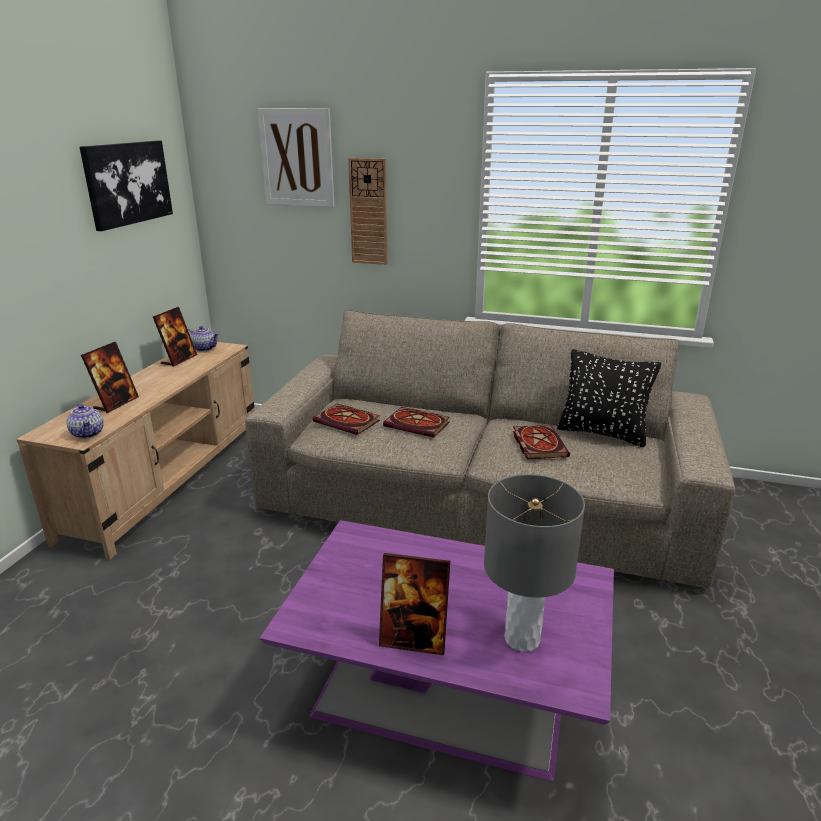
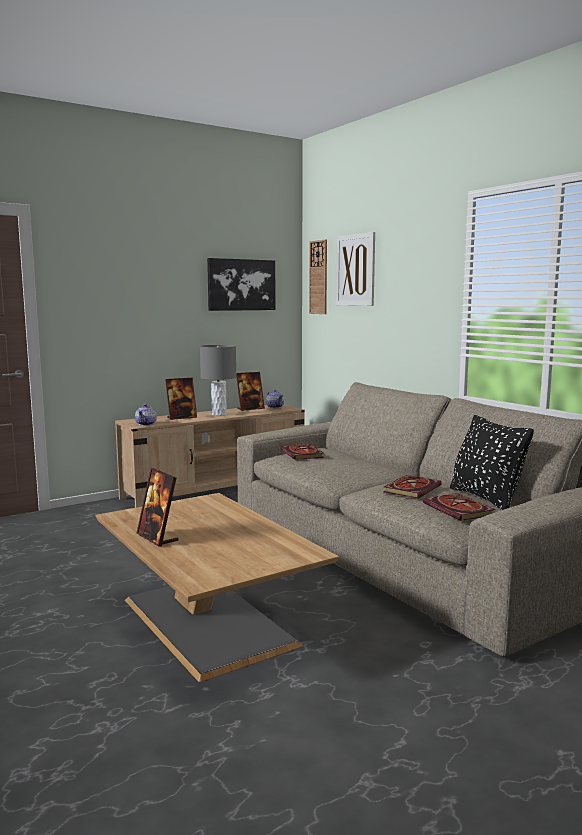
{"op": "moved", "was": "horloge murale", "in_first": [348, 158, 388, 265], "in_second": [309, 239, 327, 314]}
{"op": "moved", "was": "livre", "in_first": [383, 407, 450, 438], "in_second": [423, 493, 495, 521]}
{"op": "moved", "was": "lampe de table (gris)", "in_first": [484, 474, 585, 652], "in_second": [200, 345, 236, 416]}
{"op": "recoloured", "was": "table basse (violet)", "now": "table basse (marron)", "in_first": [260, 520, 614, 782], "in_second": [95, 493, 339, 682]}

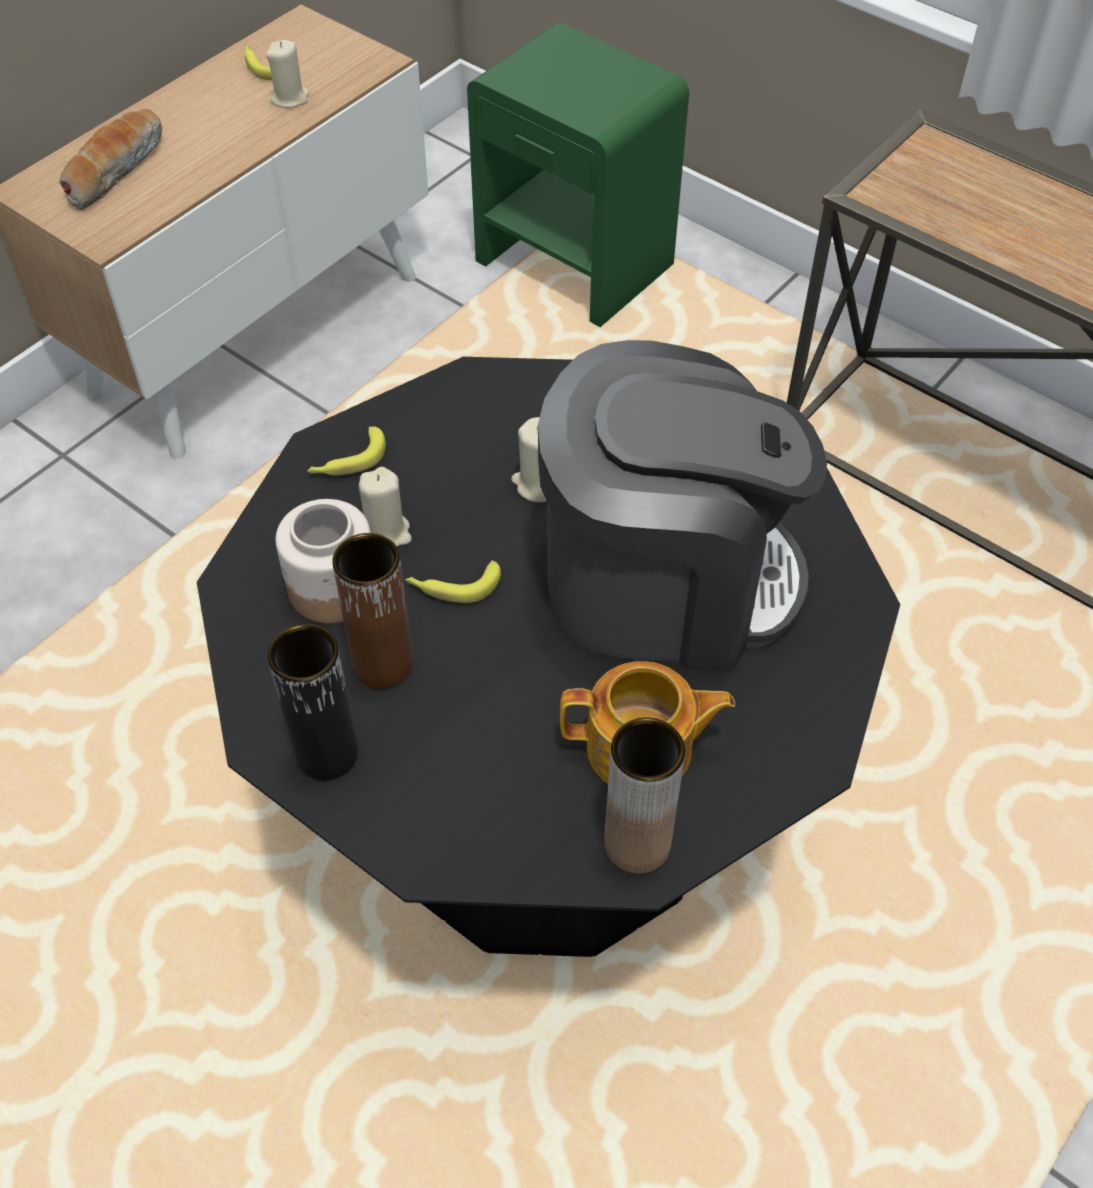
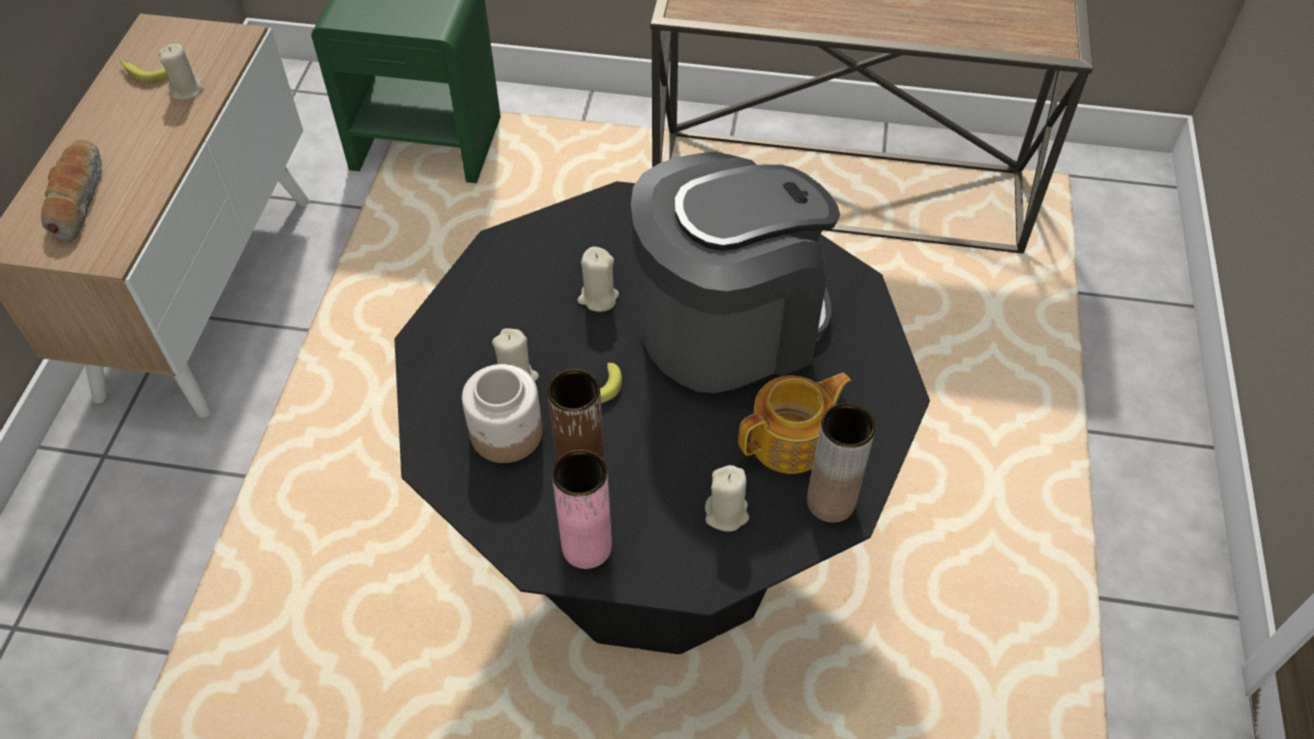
{"op": "removed", "was": "banane", "in_first": [307, 426, 386, 475]}
{"op": "added", "now": "bougie (beige)", "in_second": [705, 465, 749, 532]}
{"op": "recoloured", "was": "vase (noir)", "now": "vase (rose)", "in_first": [268, 624, 359, 780], "in_second": [552, 450, 612, 569]}

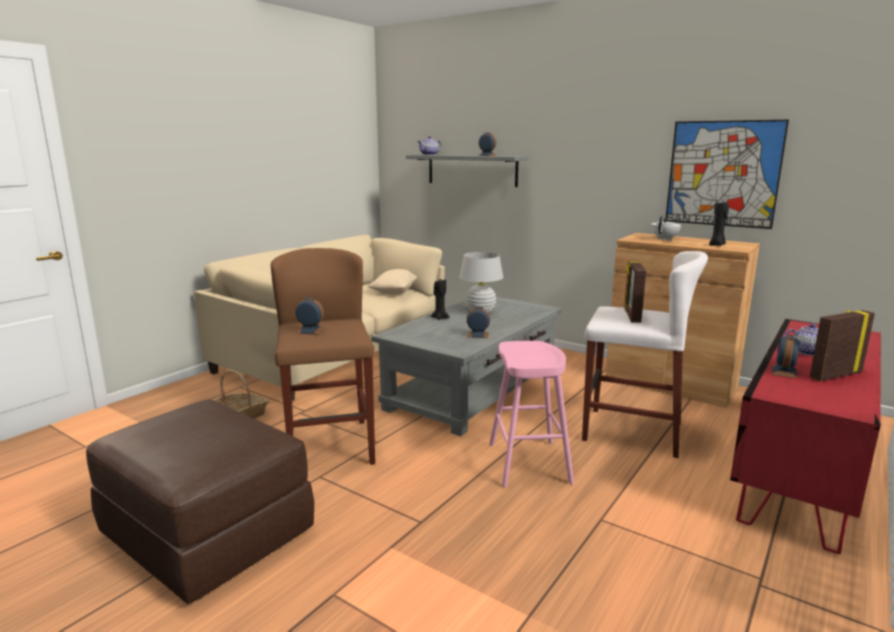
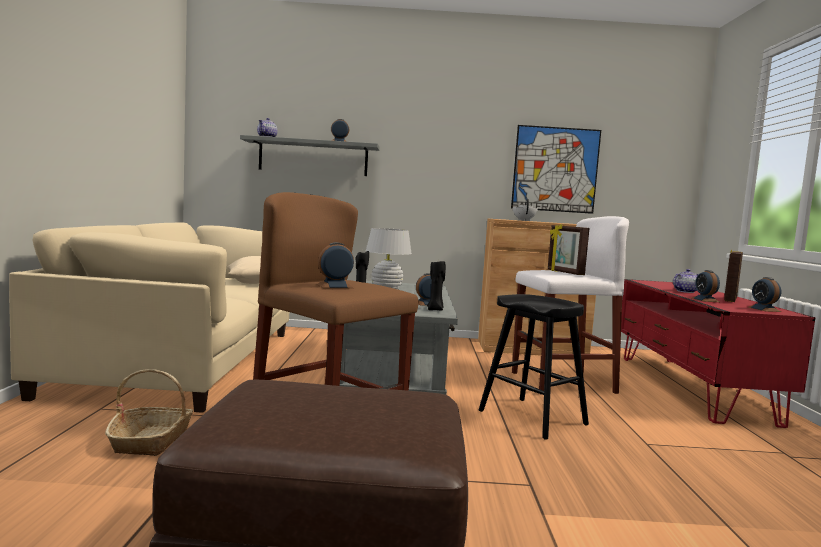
{"op": "added", "now": "réveil", "in_second": [748, 277, 781, 312]}
{"op": "moved", "was": "bougie (noir)", "in_first": [709, 201, 729, 246], "in_second": [427, 260, 446, 311]}
{"op": "recoloured", "was": "tabouret (rose)", "now": "tabouret (noir)", "in_first": [489, 341, 574, 488], "in_second": [479, 294, 589, 440]}

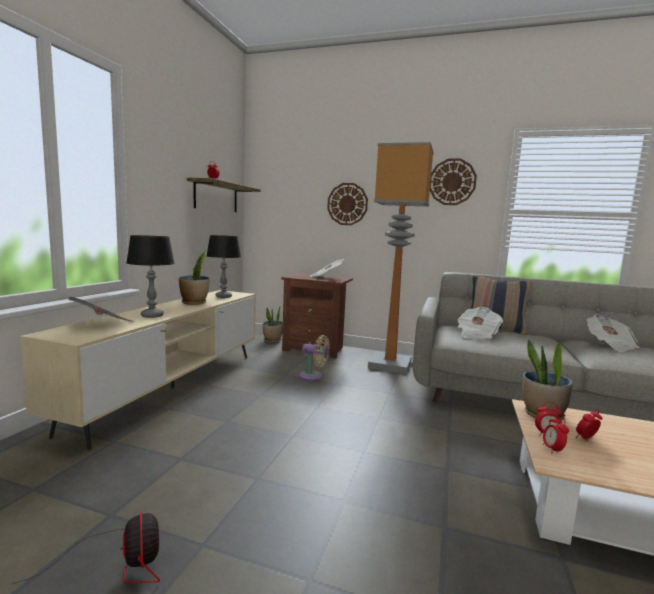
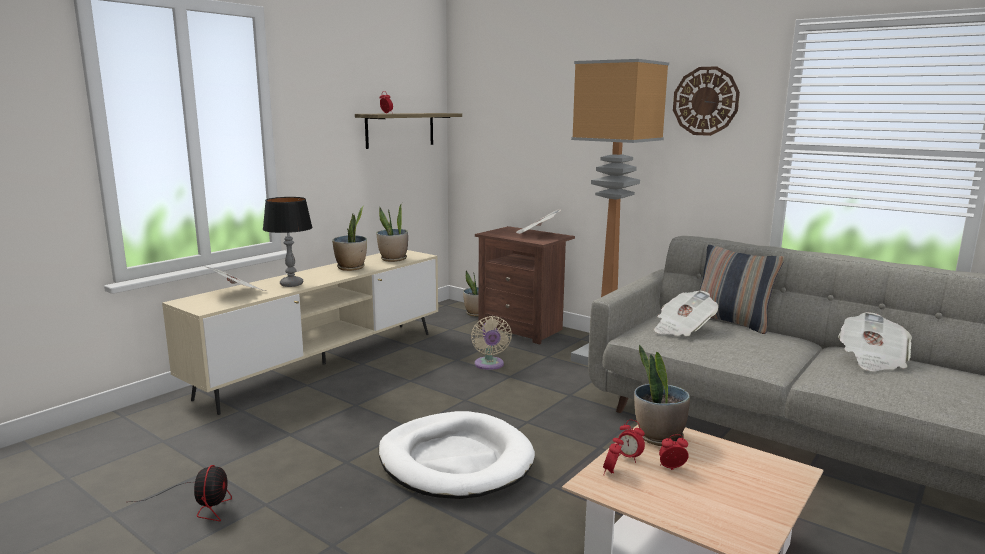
{"op": "removed", "was": "horloge murale", "in_first": [327, 183, 368, 225]}
{"op": "added", "now": "panier pour chien (blanc)", "in_second": [379, 411, 535, 499]}
{"op": "replaced", "was": "lampe de table", "now": "plante en pot", "in_first": [207, 235, 241, 298], "in_second": [376, 203, 408, 262]}
{"op": "turned", "was": "ventilateur (beige)", "in_first": [299, 335, 329, 381], "in_second": [471, 316, 512, 370], "clockwise": 45}

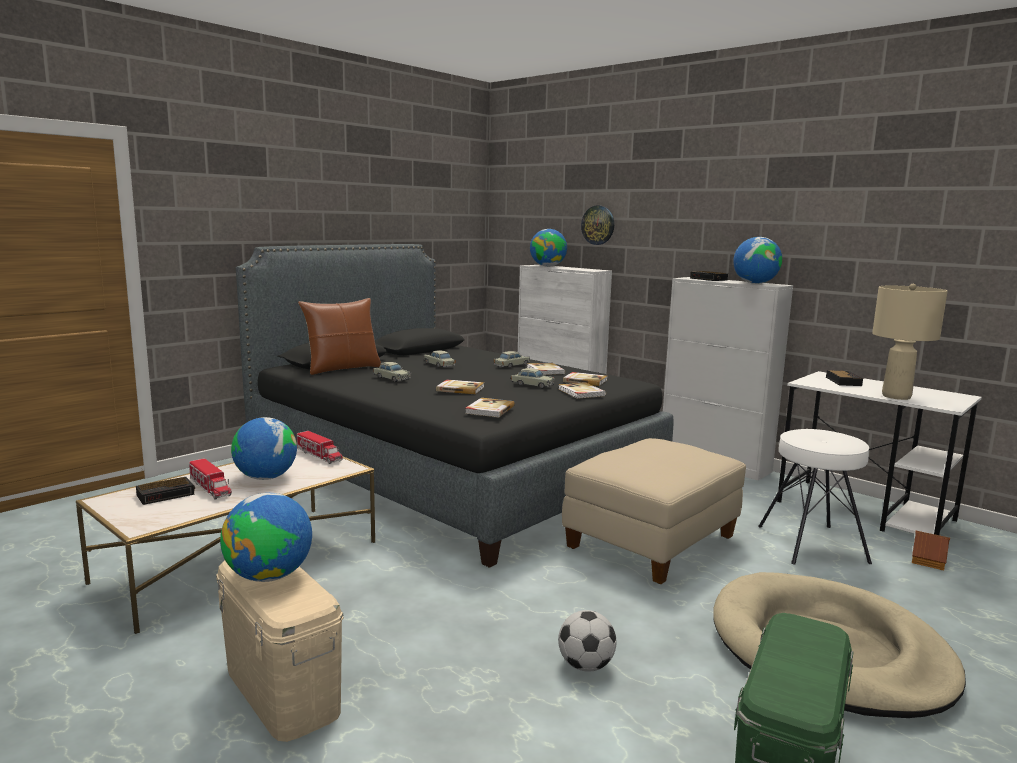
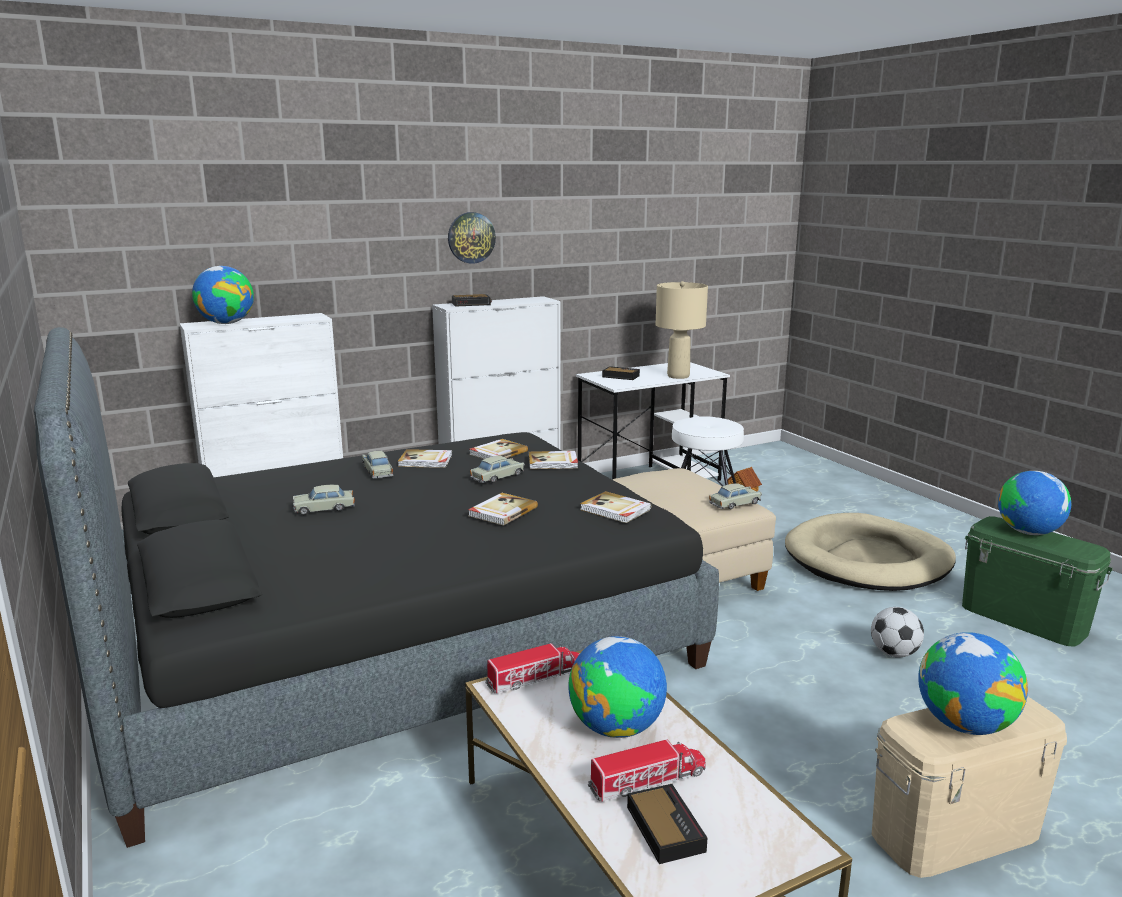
{"op": "removed", "was": "coussin (marron)", "in_first": [298, 298, 381, 375]}
{"op": "moved", "was": "petite voiture (beige)", "in_first": [373, 362, 411, 382], "in_second": [709, 483, 762, 509]}
{"op": "moved", "was": "horloge murale", "in_first": [581, 205, 614, 245], "in_second": [448, 212, 496, 264]}
{"op": "moved", "was": "globe", "in_first": [733, 237, 782, 284], "in_second": [998, 471, 1071, 535]}

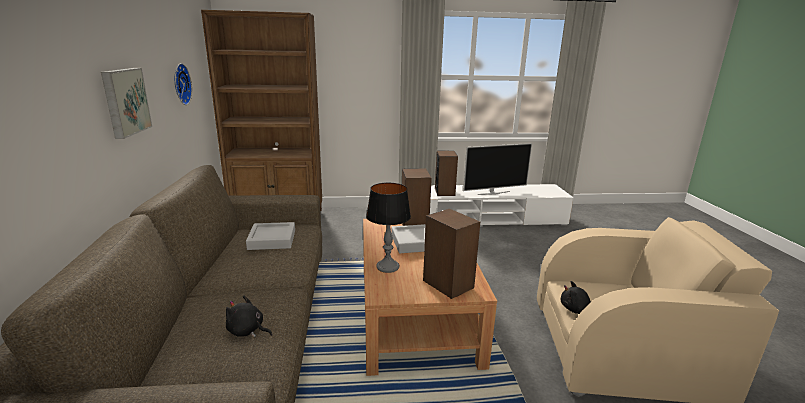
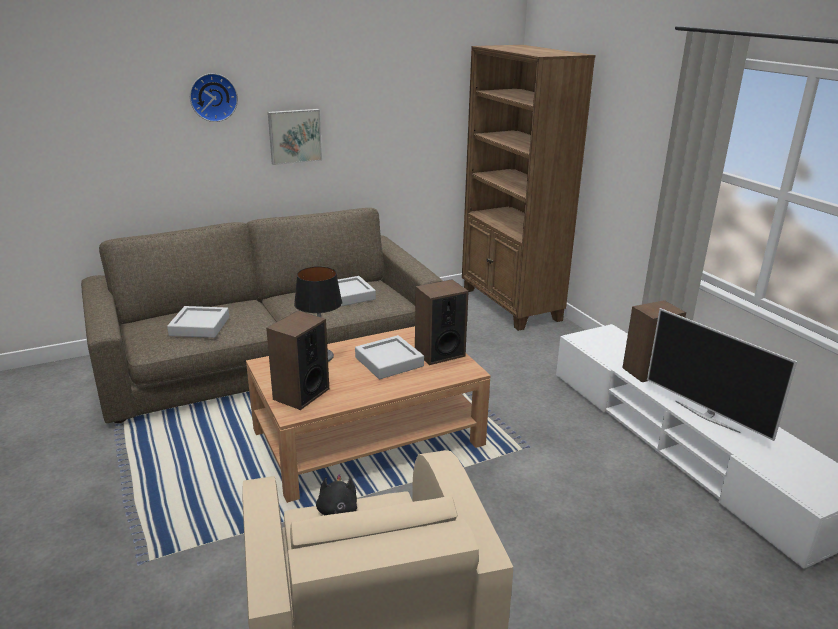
{"op": "moved", "was": "horloge murale", "in_first": [175, 63, 192, 105], "in_second": [190, 73, 238, 122]}
{"op": "replaced", "was": "peluche (noir)", "now": "plateau (gris)", "in_first": [226, 295, 272, 337], "in_second": [167, 306, 229, 338]}

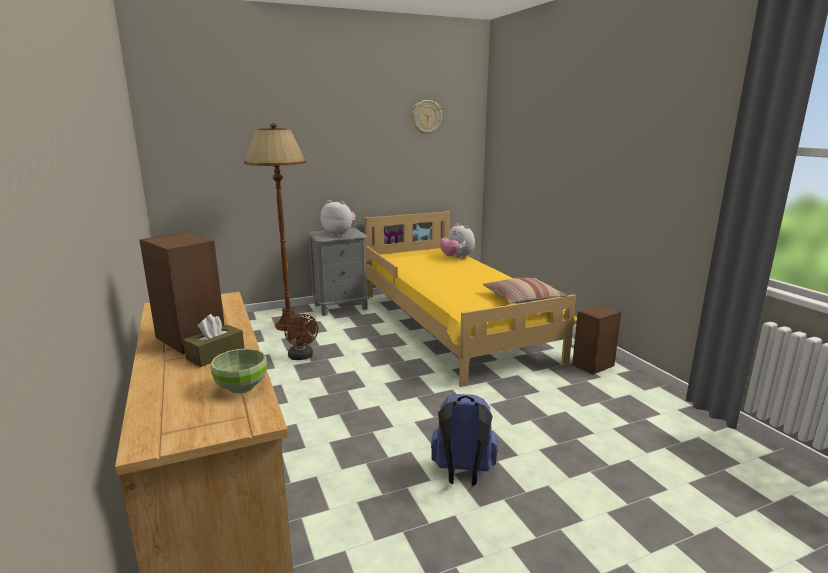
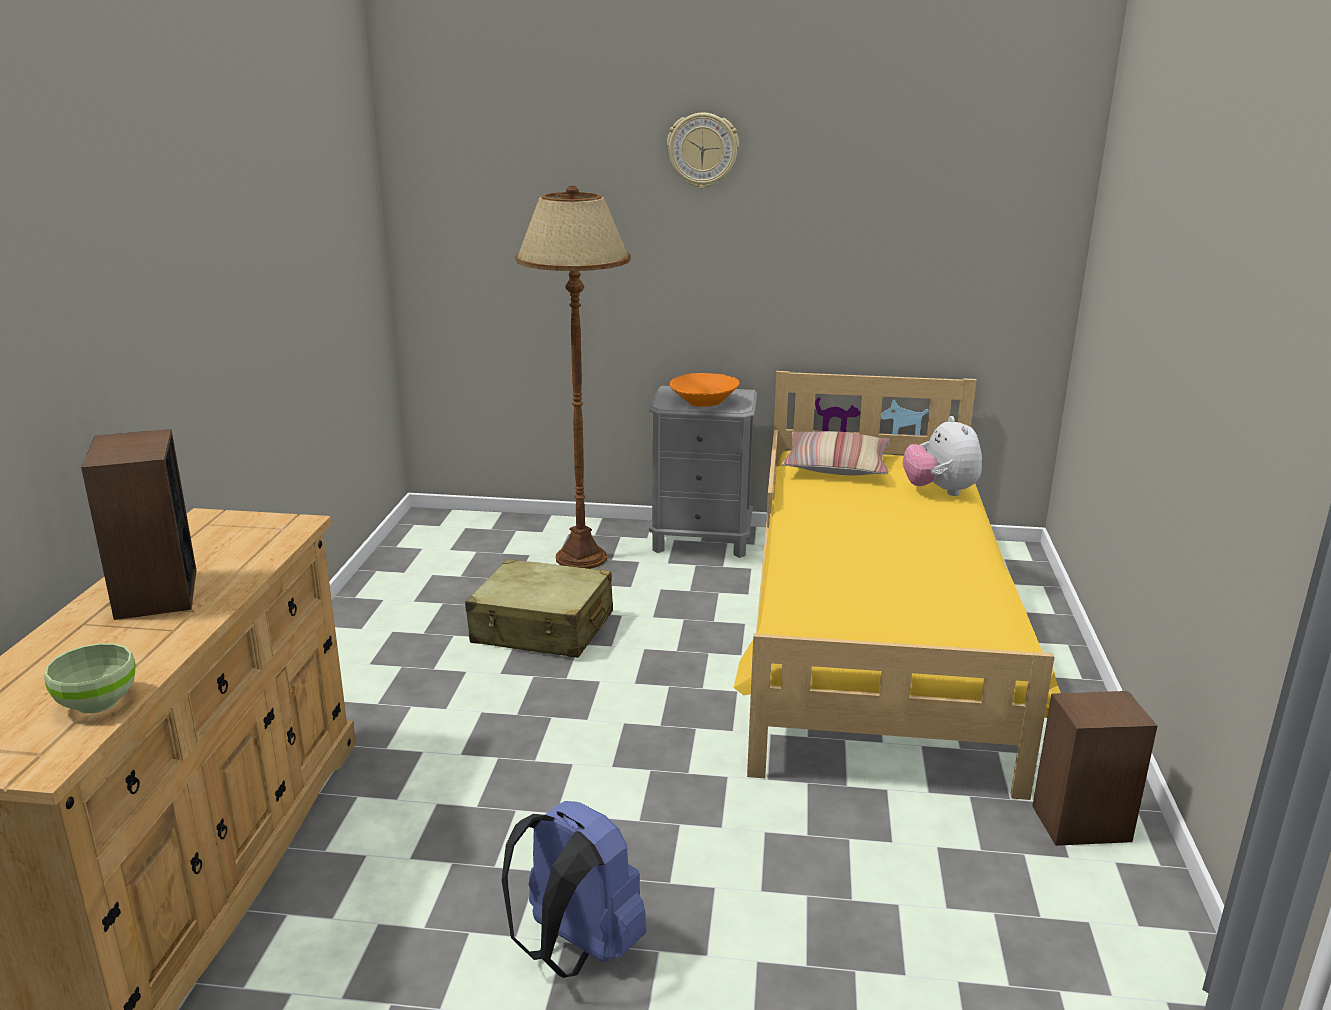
{"op": "removed", "was": "boîte à mouchoirs (marron)", "in_first": [183, 314, 245, 367]}
{"op": "moved", "was": "horloge murale", "in_first": [412, 100, 442, 135], "in_second": [667, 113, 739, 188]}
{"op": "moved", "was": "coussin", "in_first": [483, 278, 567, 304], "in_second": [781, 431, 890, 476]}
{"op": "replaced", "was": "ventilateur (marron)", "now": "valise (beige)", "in_first": [285, 314, 318, 360], "in_second": [465, 559, 613, 658]}
{"op": "replaced", "was": "peluche", "now": "bol (orange)", "in_first": [320, 200, 356, 237], "in_second": [670, 373, 740, 407]}

